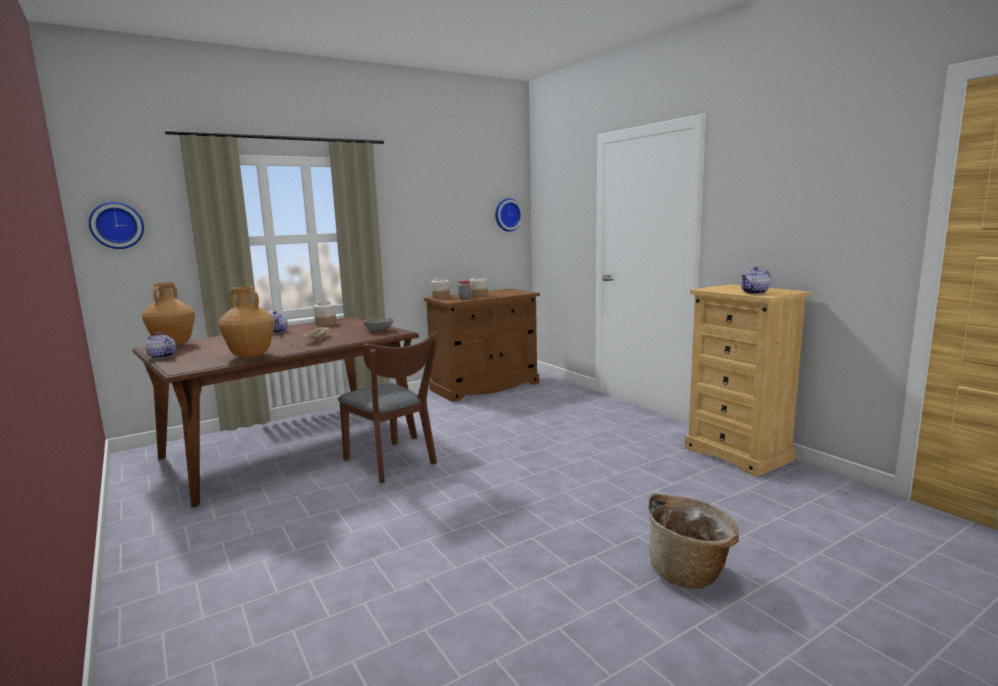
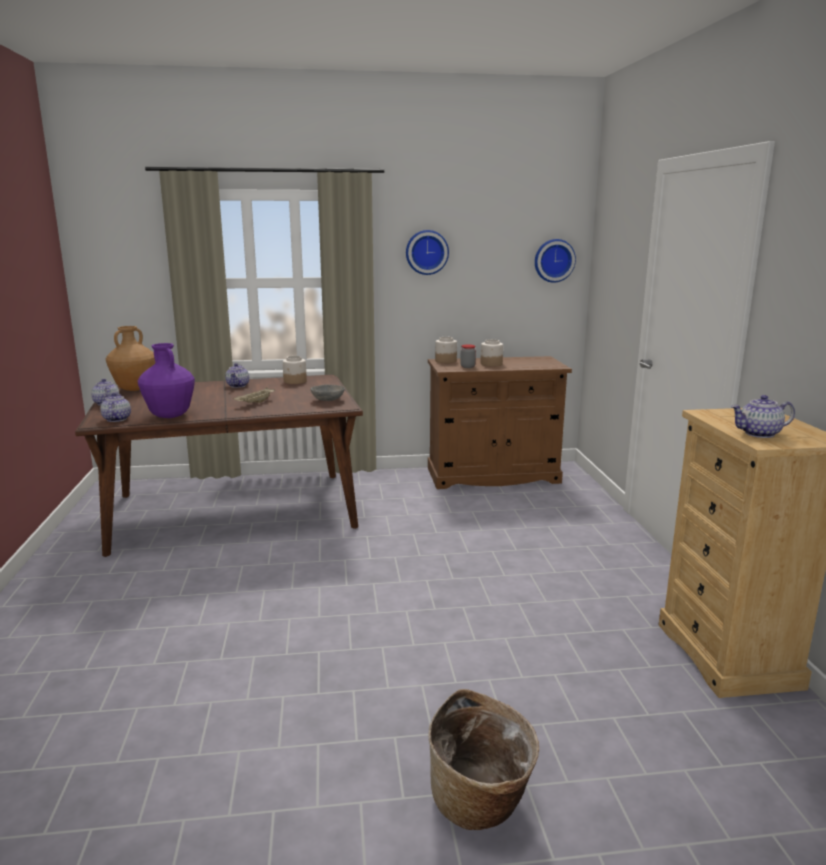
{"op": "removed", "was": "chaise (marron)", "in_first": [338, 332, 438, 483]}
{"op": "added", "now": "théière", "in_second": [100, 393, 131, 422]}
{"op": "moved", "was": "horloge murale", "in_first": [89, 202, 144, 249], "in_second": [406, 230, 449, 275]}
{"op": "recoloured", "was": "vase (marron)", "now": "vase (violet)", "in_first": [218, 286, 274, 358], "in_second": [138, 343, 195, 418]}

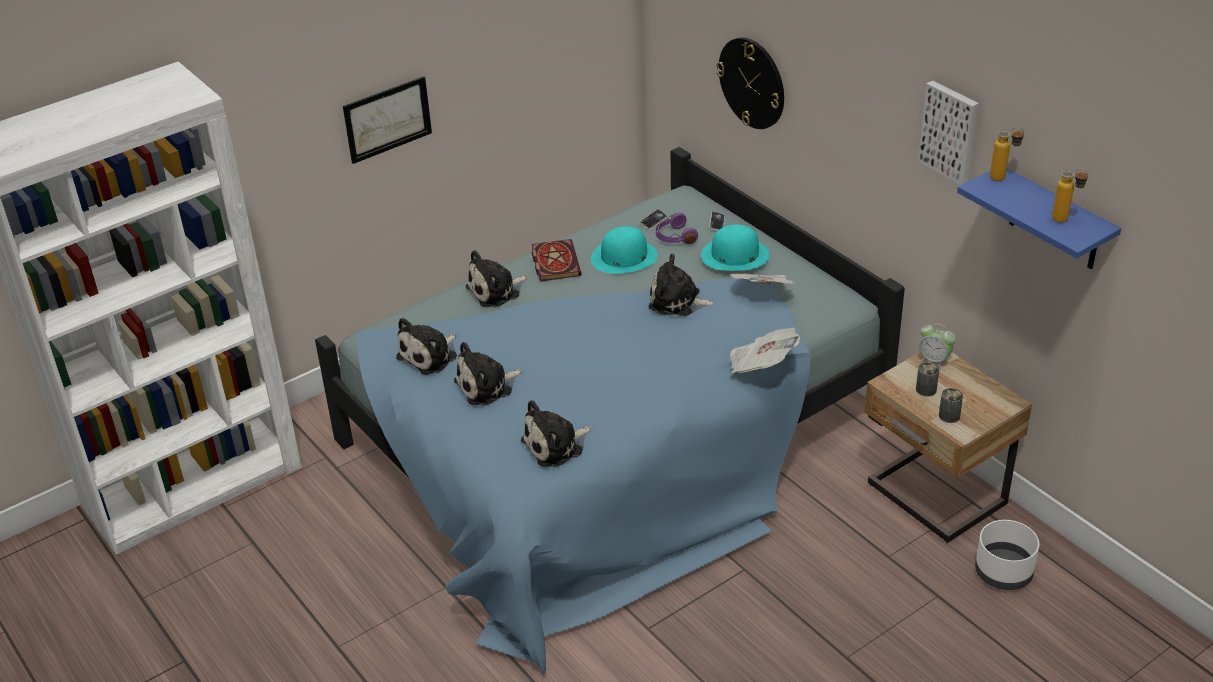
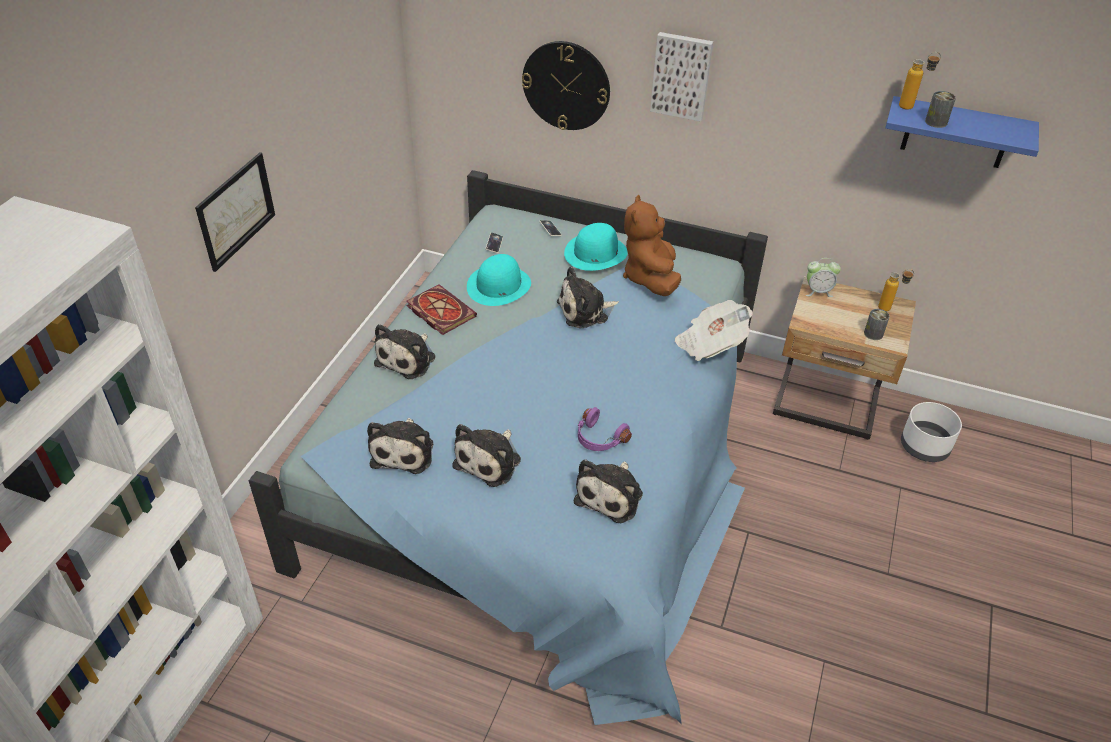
{"op": "moved", "was": "casque audio (violet)", "in_first": [656, 213, 698, 244], "in_second": [578, 407, 632, 451]}
{"op": "moved", "was": "boîte métallique", "in_first": [916, 362, 939, 397], "in_second": [925, 91, 956, 128]}
{"op": "moved", "was": "tableau", "in_first": [918, 81, 979, 185], "in_second": [650, 32, 713, 122]}
{"op": "moved", "was": "bouteille", "in_first": [1052, 168, 1088, 223], "in_second": [878, 269, 914, 311]}
{"op": "replaced", "was": "journal", "now": "peluche (marron)", "in_first": [730, 273, 796, 285], "in_second": [623, 195, 681, 296]}

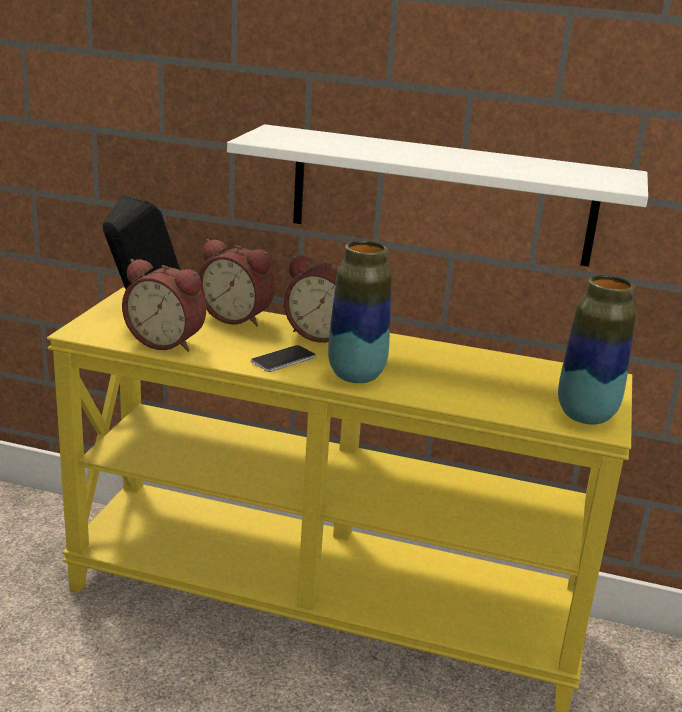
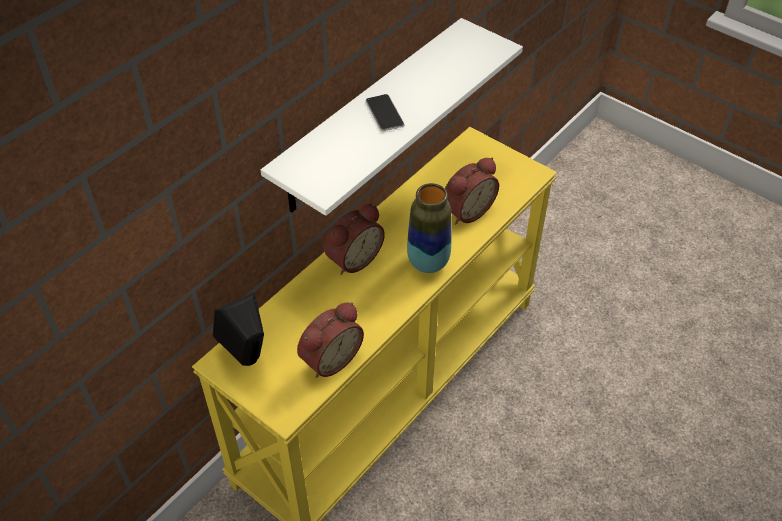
{"op": "removed", "was": "vase", "in_first": [558, 275, 636, 425]}
{"op": "moved", "was": "réveil", "in_first": [199, 239, 275, 326], "in_second": [445, 157, 499, 225]}
{"op": "moved", "was": "téléphone", "in_first": [251, 345, 316, 372], "in_second": [365, 94, 404, 132]}

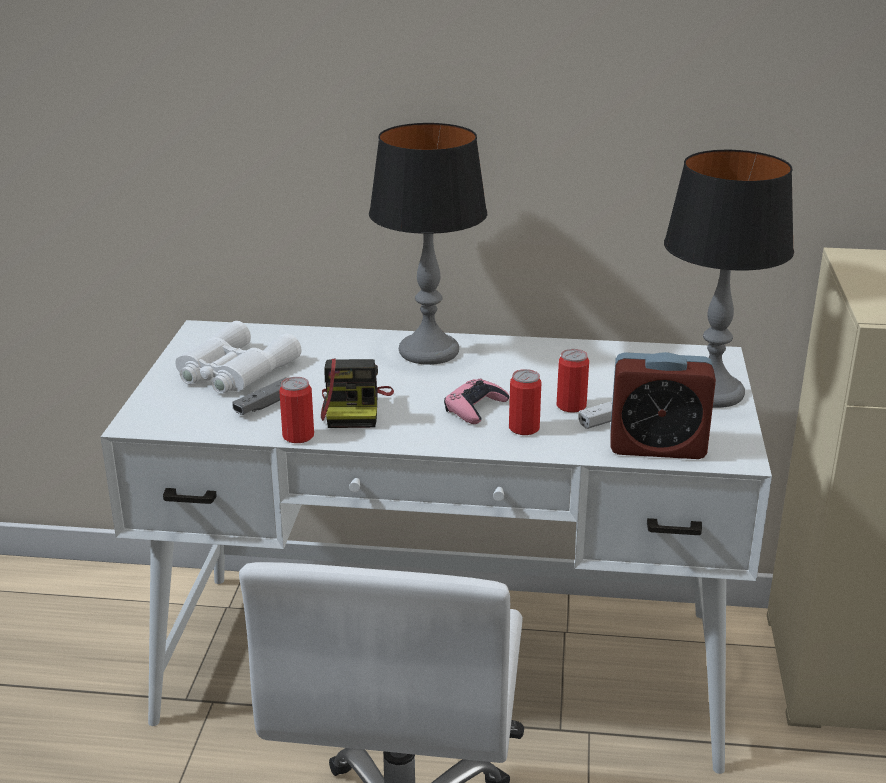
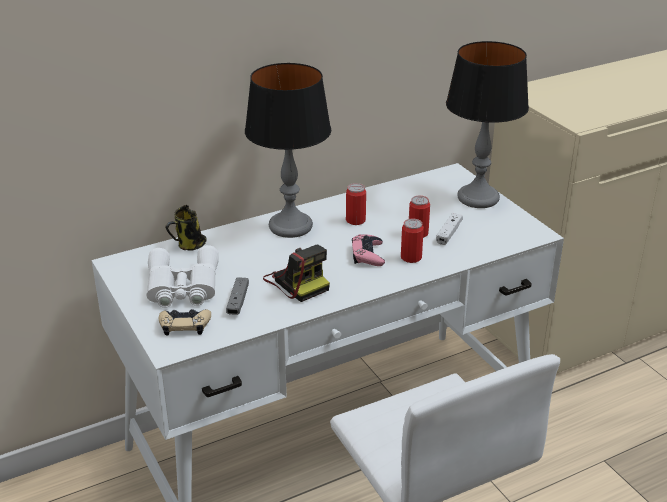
{"op": "removed", "was": "réveil", "in_first": [610, 352, 716, 459]}
{"op": "added", "now": "manette (beige)", "in_second": [159, 309, 211, 336]}
{"op": "added", "now": "mug", "in_second": [165, 205, 207, 251]}
{"op": "moved", "was": "boîte métallique", "in_first": [279, 377, 314, 443], "in_second": [346, 183, 366, 225]}

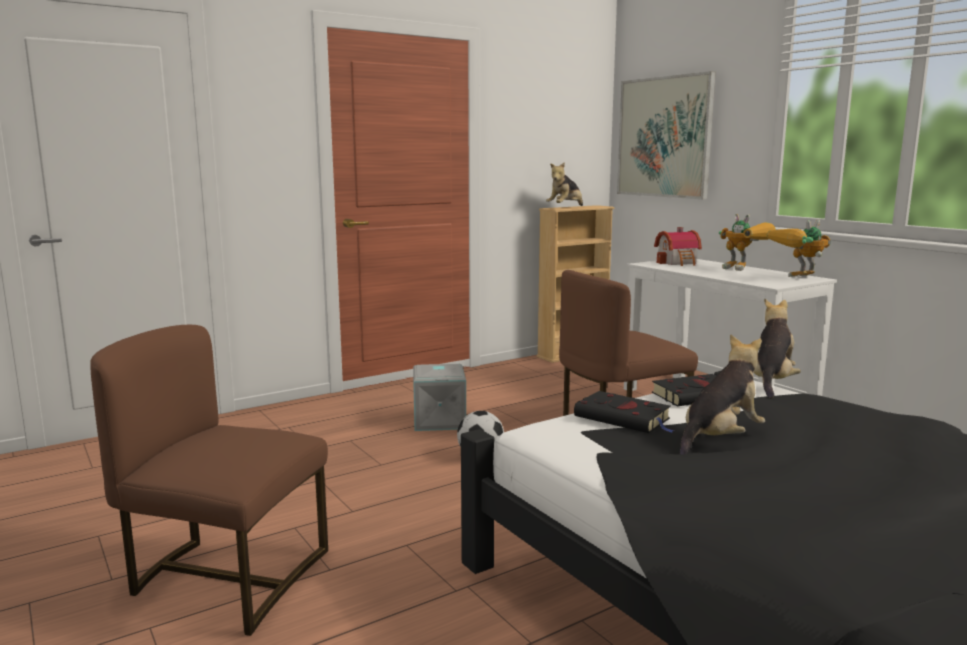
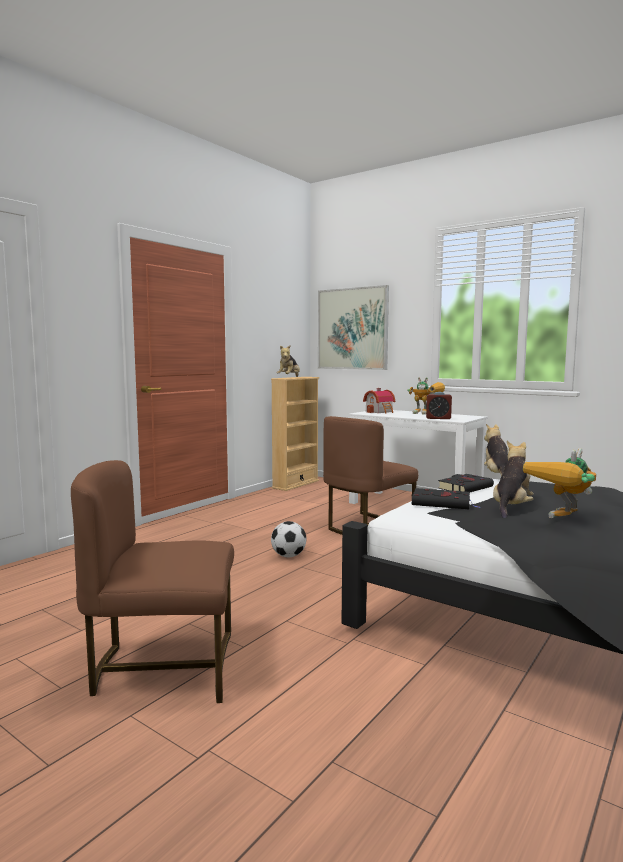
{"op": "removed", "was": "boîte de rangement (gris)", "in_first": [413, 364, 466, 431]}
{"op": "added", "now": "réveil", "in_second": [426, 392, 452, 419]}
{"op": "moved", "was": "robot jouet", "in_first": [767, 219, 831, 277], "in_second": [523, 448, 596, 518]}

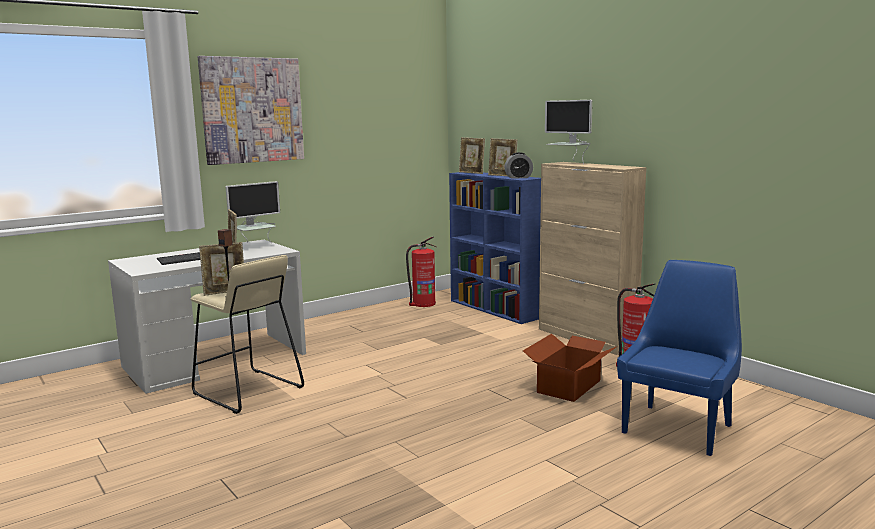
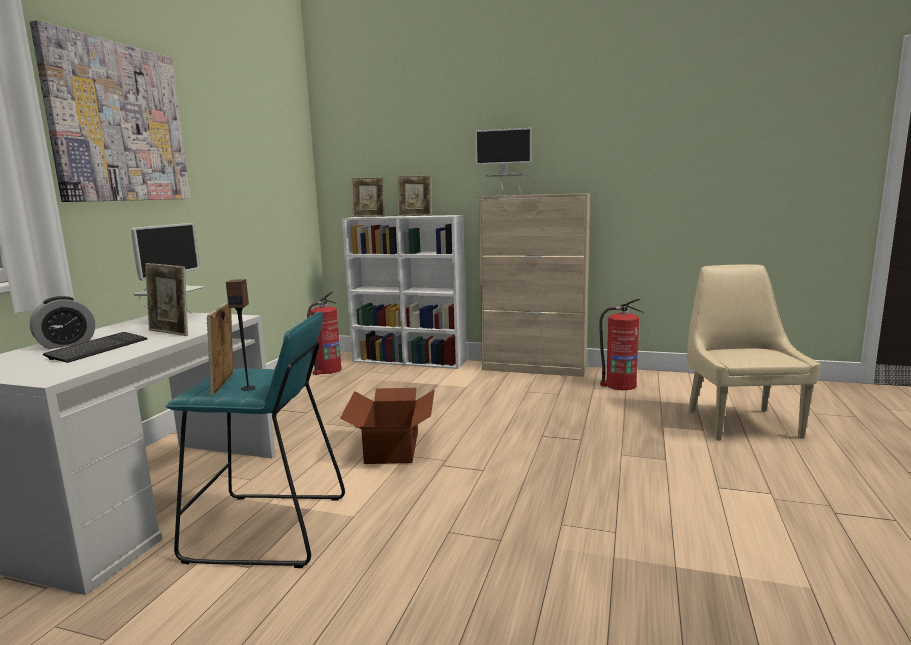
{"op": "moved", "was": "réveil", "in_first": [504, 152, 533, 179], "in_second": [30, 296, 95, 349]}
{"op": "moved", "was": "carton", "in_first": [523, 334, 616, 402], "in_second": [340, 388, 435, 464]}
{"op": "recoloured", "was": "tabouret (beige)", "now": "tabouret (turquoise)", "in_first": [190, 255, 304, 414], "in_second": [166, 312, 345, 568]}
{"op": "recoloured", "was": "bibliothèque (bleu)", "now": "bibliothèque (blanc)", "in_first": [449, 172, 541, 324], "in_second": [342, 215, 467, 369]}
{"op": "recoloured", "was": "chaise (bleu)", "now": "chaise (beige)", "in_first": [617, 260, 742, 456], "in_second": [687, 265, 821, 441]}
{"op": "turned", "was": "cadre photo", "in_first": [199, 242, 244, 296], "in_second": [206, 301, 233, 396], "clockwise": 150}

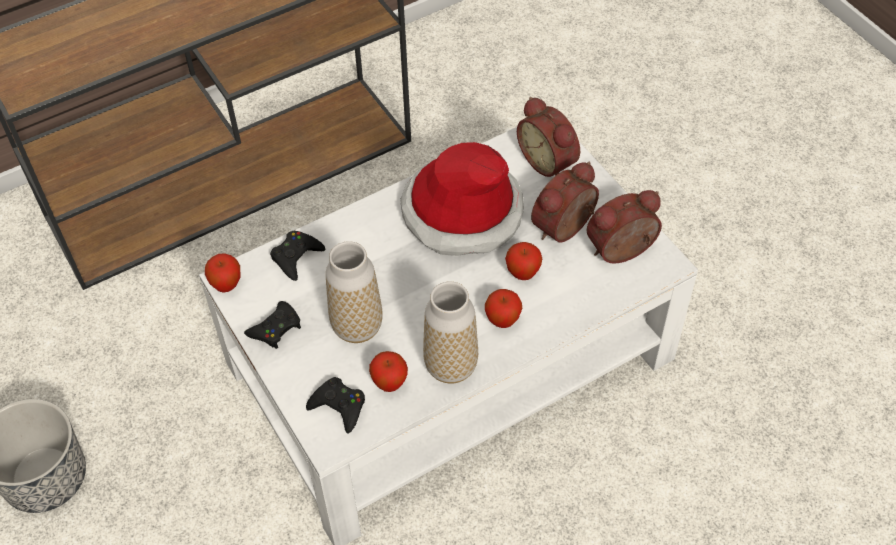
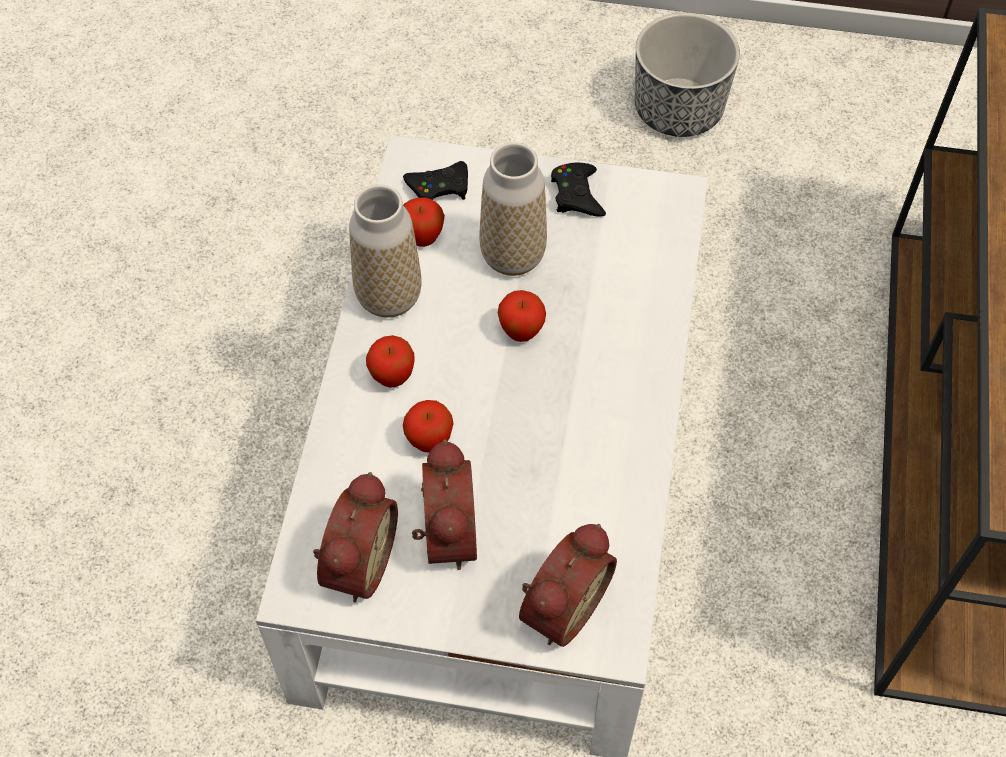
{"op": "removed", "was": "manette (noir)", "in_first": [270, 231, 325, 281]}
{"op": "removed", "was": "chapeau", "in_first": [400, 142, 524, 256]}
{"op": "moved", "was": "pomme", "in_first": [205, 253, 240, 293], "in_second": [498, 290, 546, 342]}
{"op": "turned", "was": "réveil", "in_first": [517, 97, 580, 177], "in_second": [519, 524, 617, 647], "clockwise": 120}

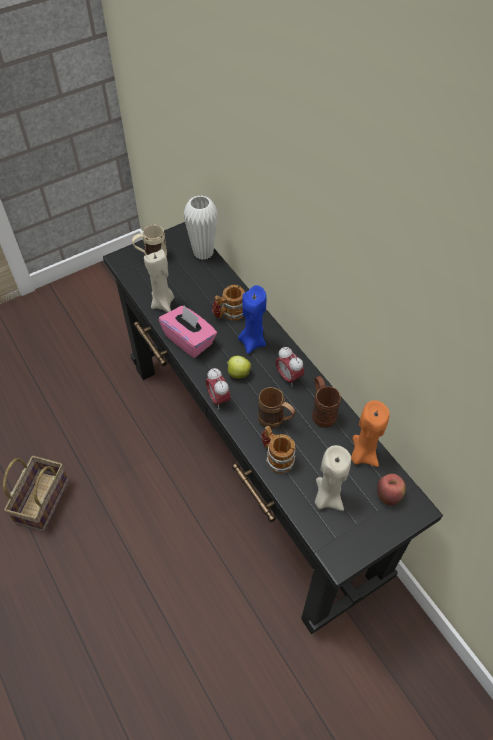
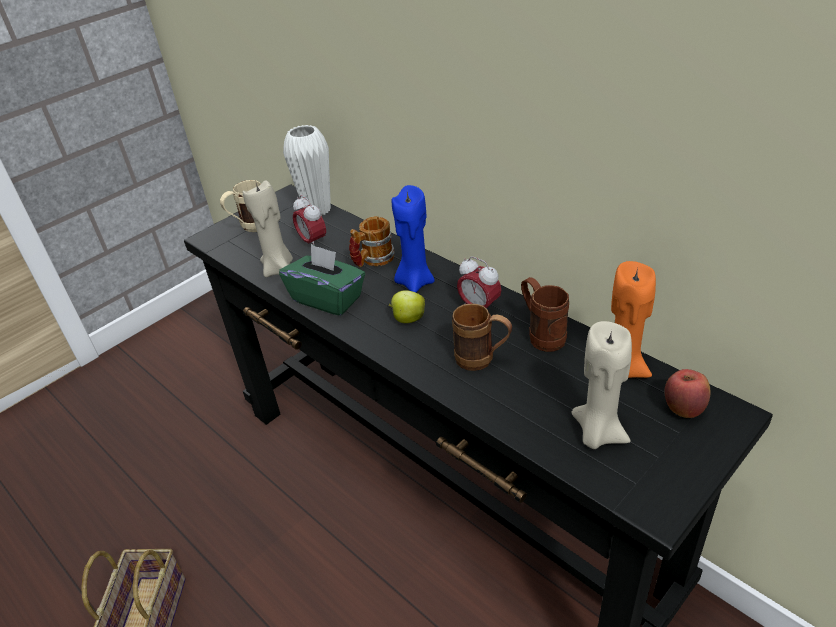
{"op": "removed", "was": "mug", "in_first": [261, 426, 296, 473]}
{"op": "moved", "was": "réveil", "in_first": [206, 368, 231, 409], "in_second": [293, 195, 326, 246]}
{"op": "recoloured", "was": "boîte à mouchoirs (rose)", "now": "boîte à mouchoirs (vert)", "in_first": [159, 306, 217, 358], "in_second": [279, 244, 365, 316]}

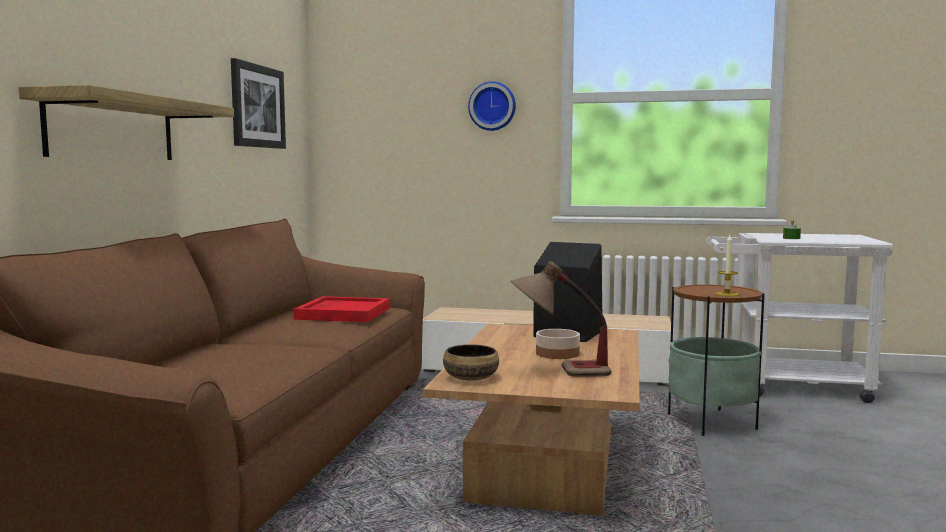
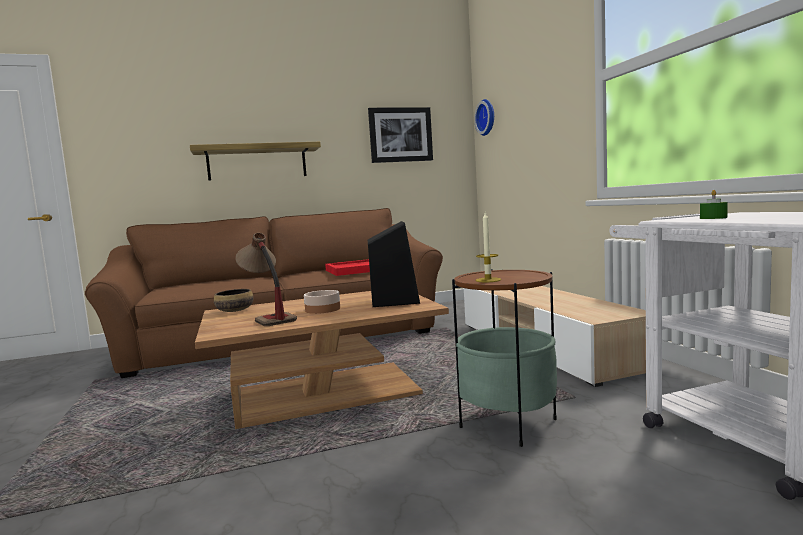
{"op": "moved", "was": "horloge murale", "in_first": [468, 81, 516, 131], "in_second": [474, 99, 494, 136]}

